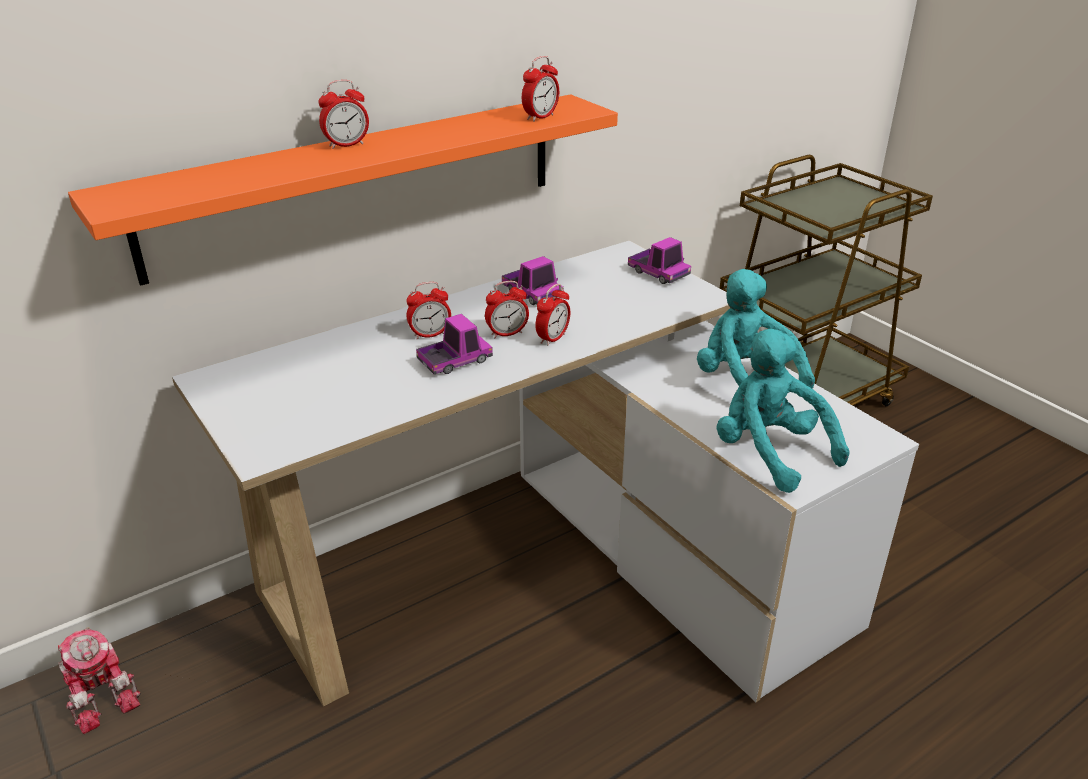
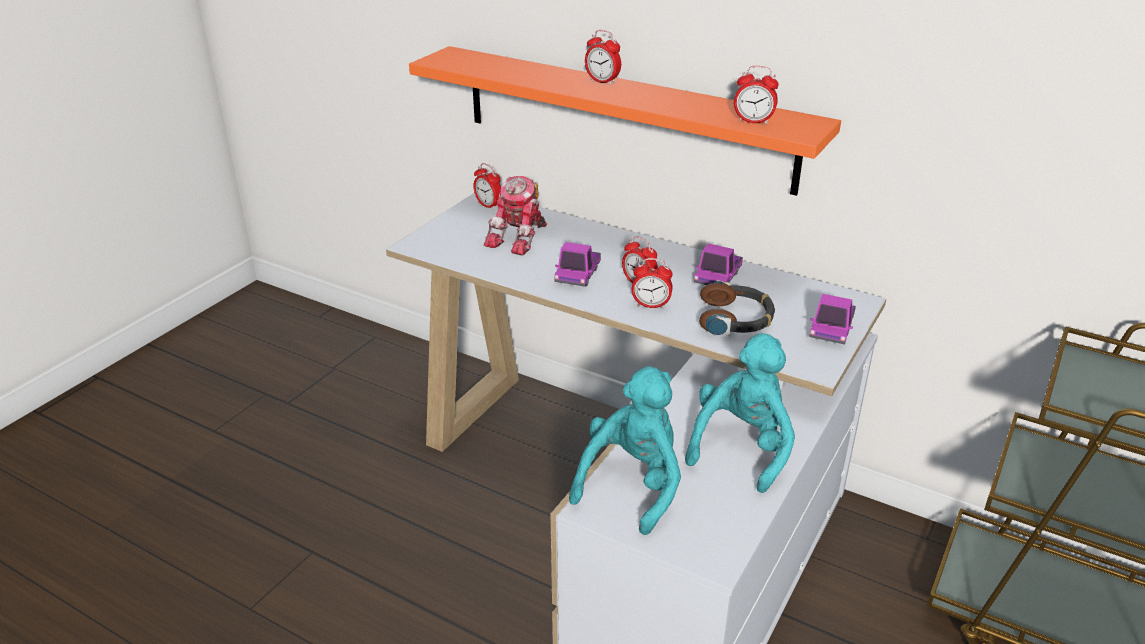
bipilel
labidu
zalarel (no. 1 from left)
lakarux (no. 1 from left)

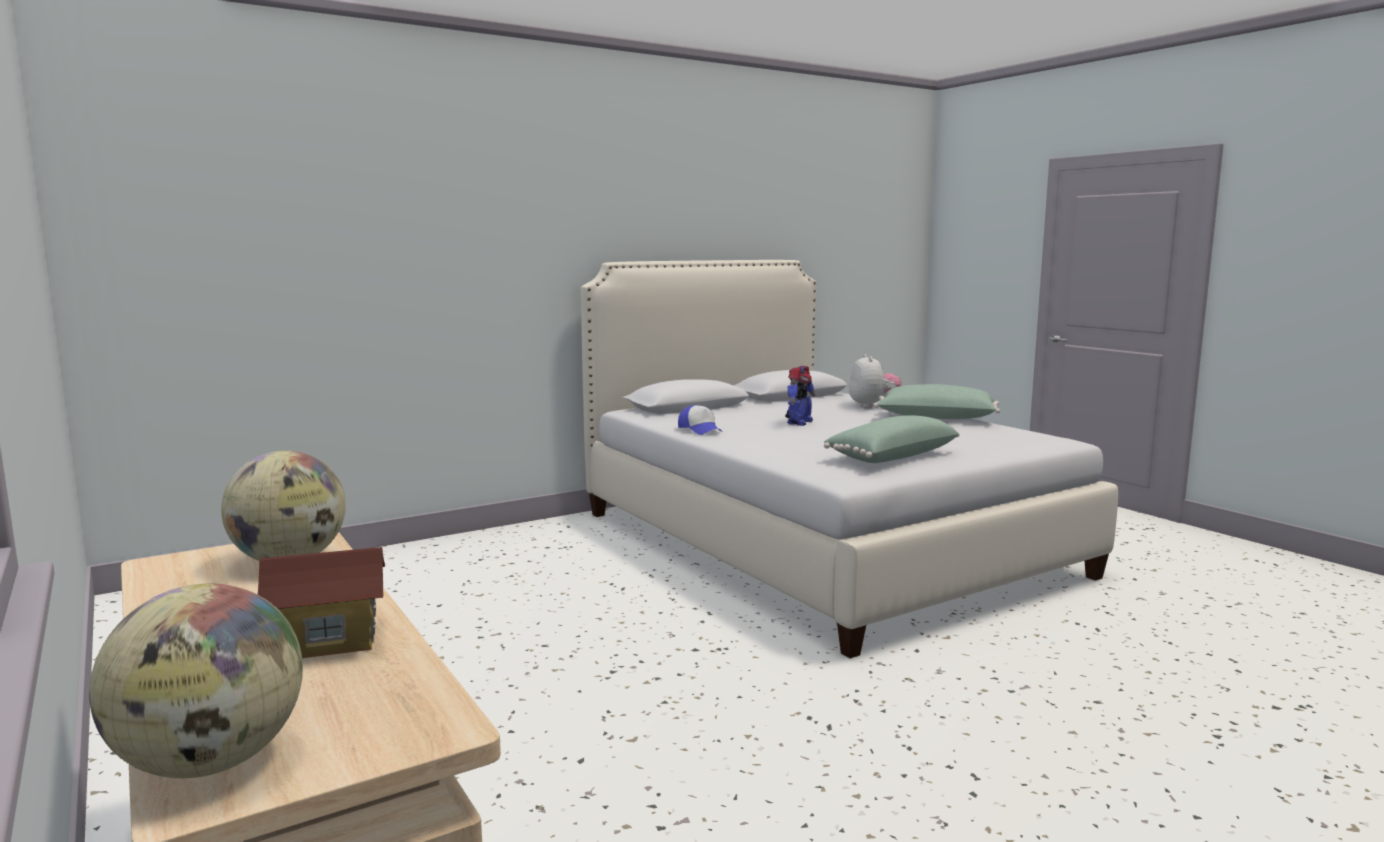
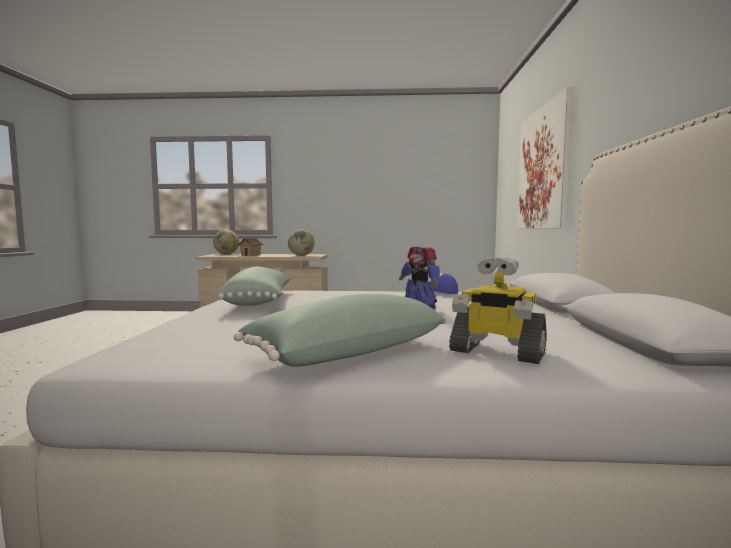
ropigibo
labidu (no. 2 from left)

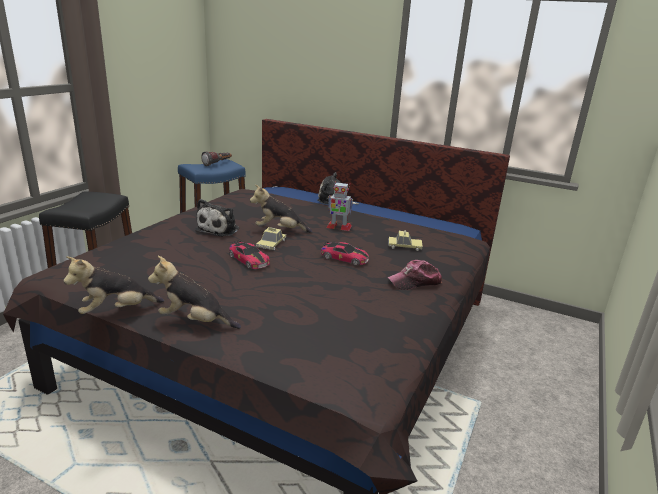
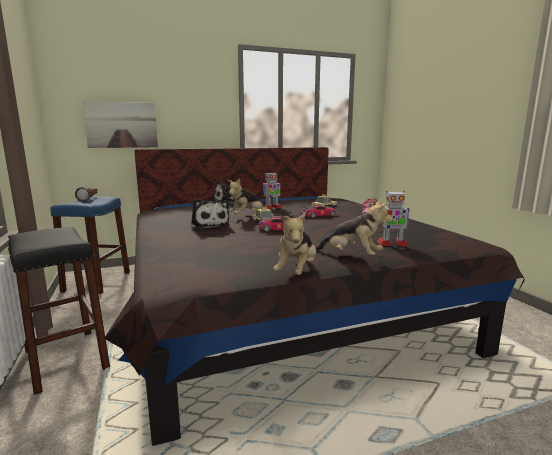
ropigibo
labidu (no. 2 from left)
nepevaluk (no. 5 from left)

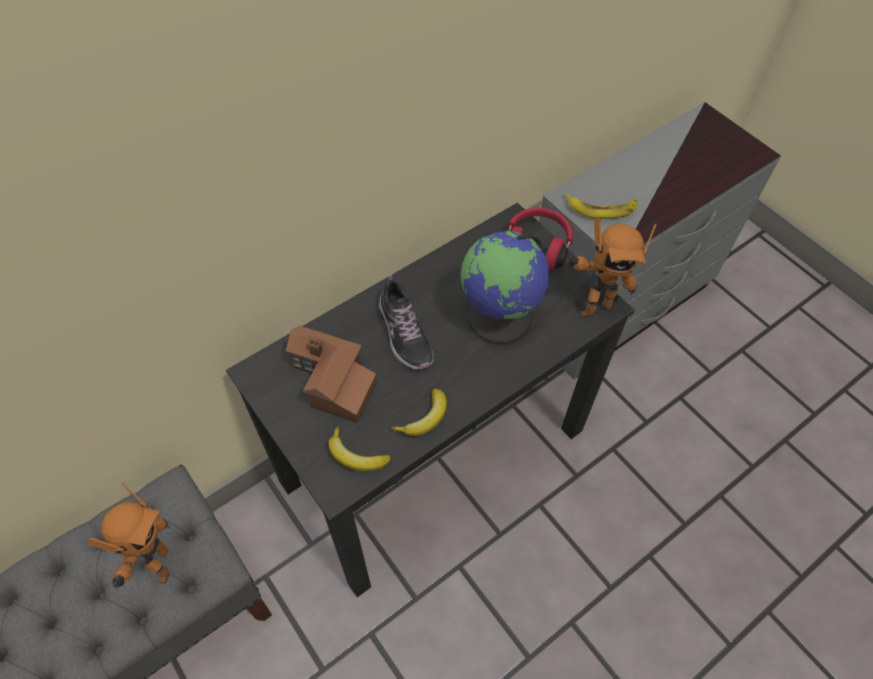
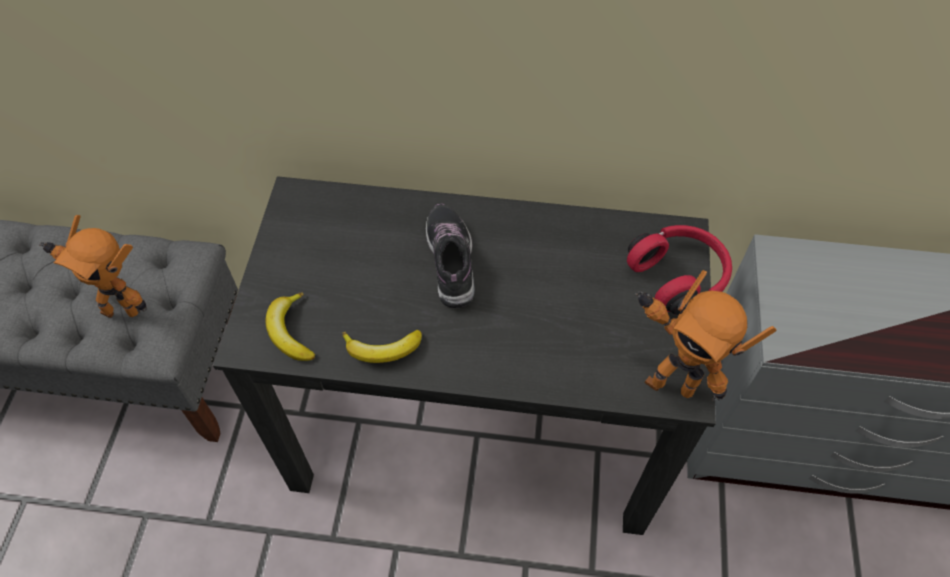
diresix
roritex
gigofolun (no. 3 from left in the first image)
labidu (no. 1 from left)
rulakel

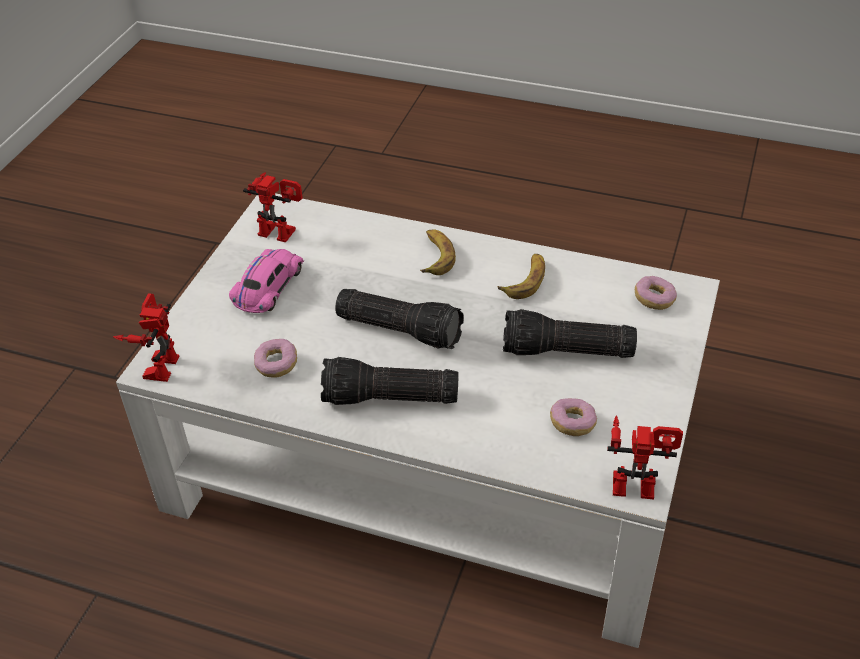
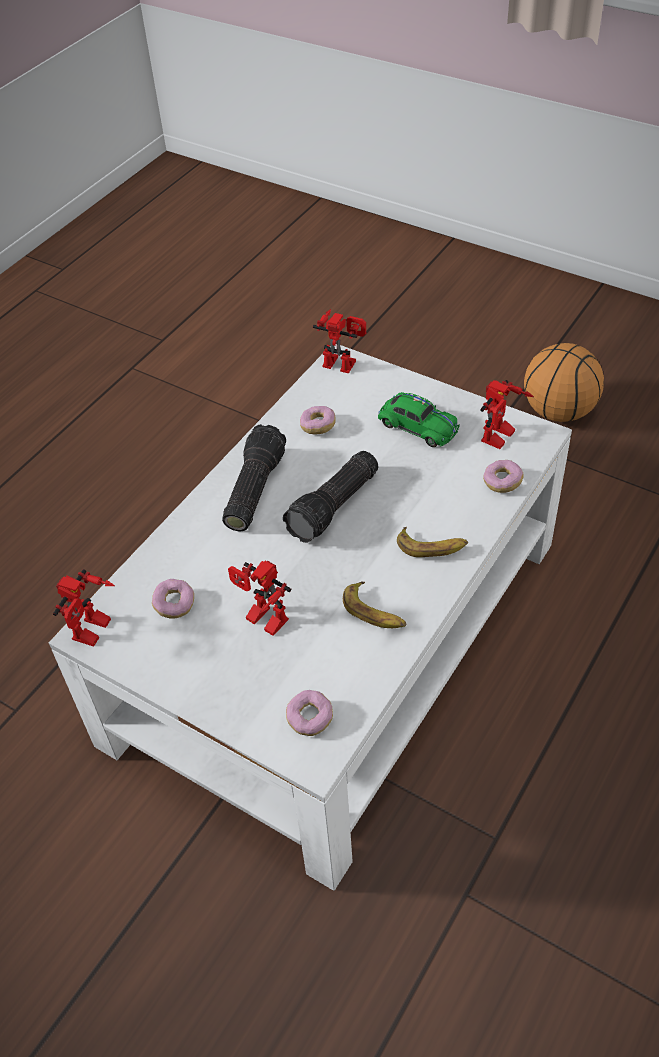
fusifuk (no. 4 from left)
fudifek
labidu (no. 2 from left)
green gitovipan

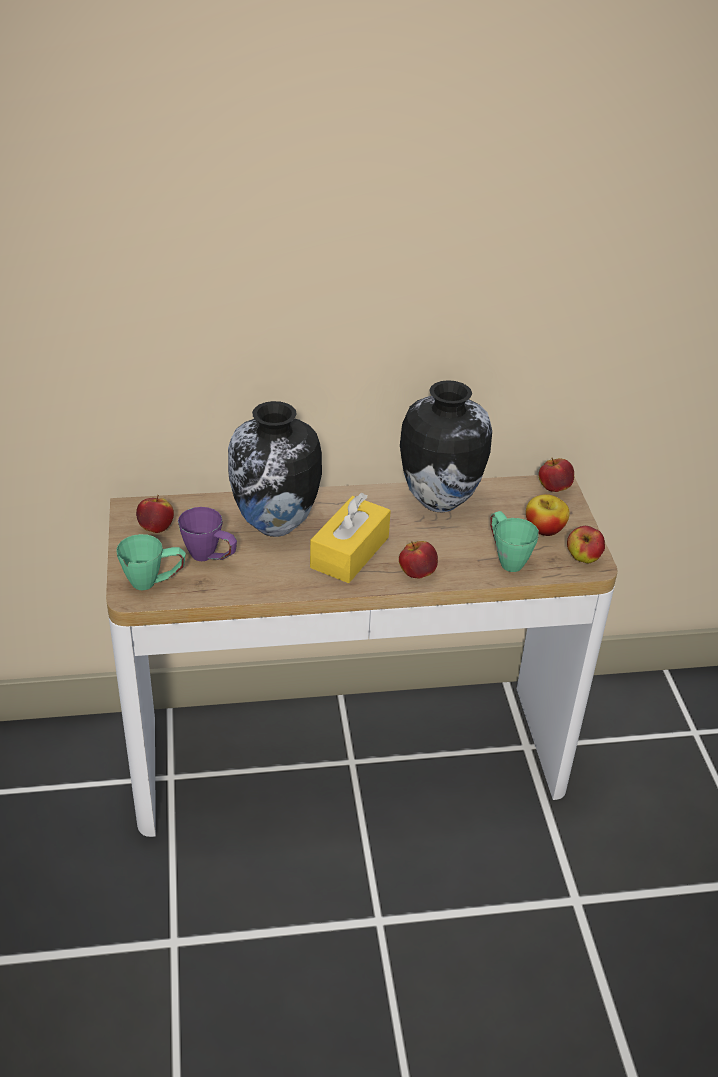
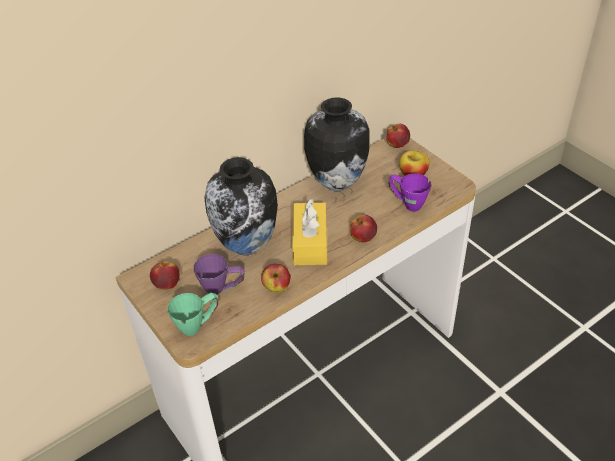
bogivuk (no. 2 from left)
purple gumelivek (no. 2 from left)

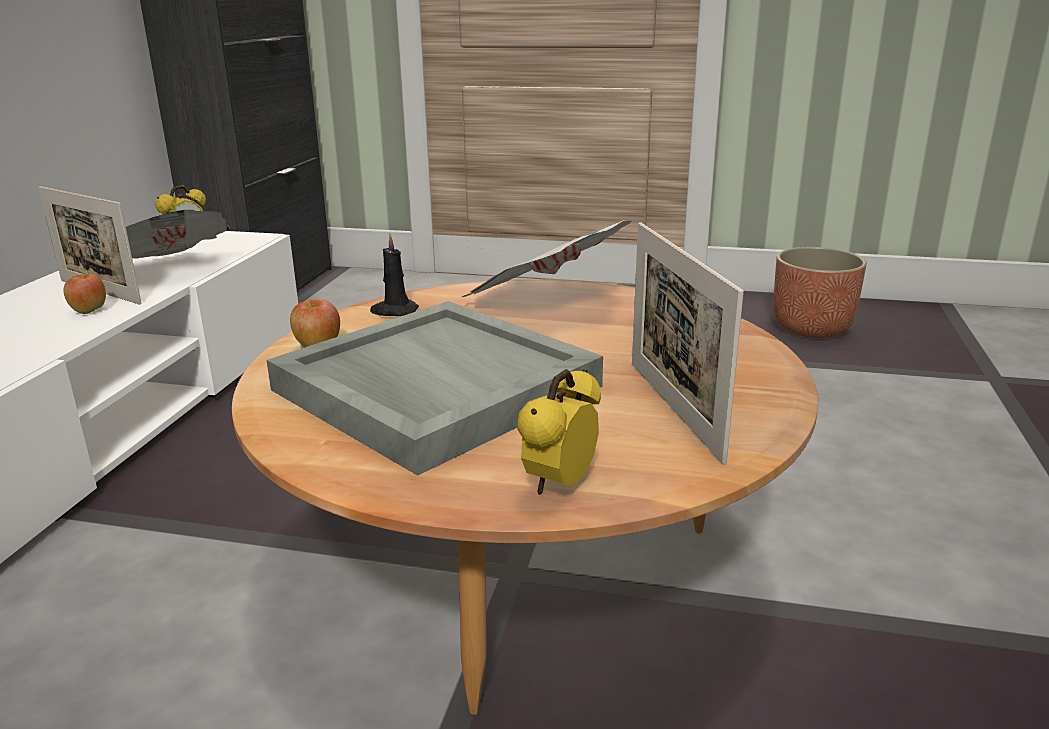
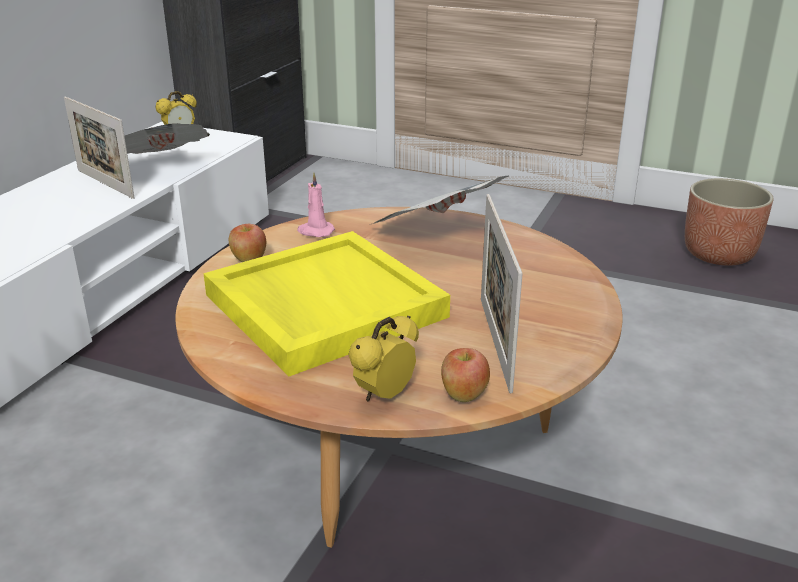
bogivuk (no. 2 from left)
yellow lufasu
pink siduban

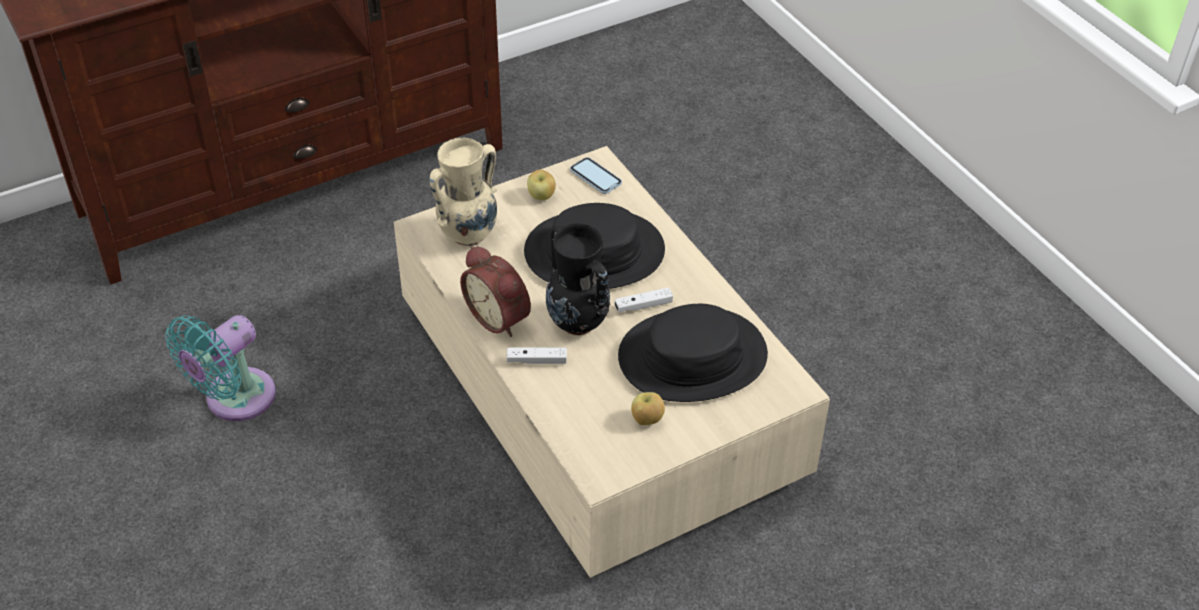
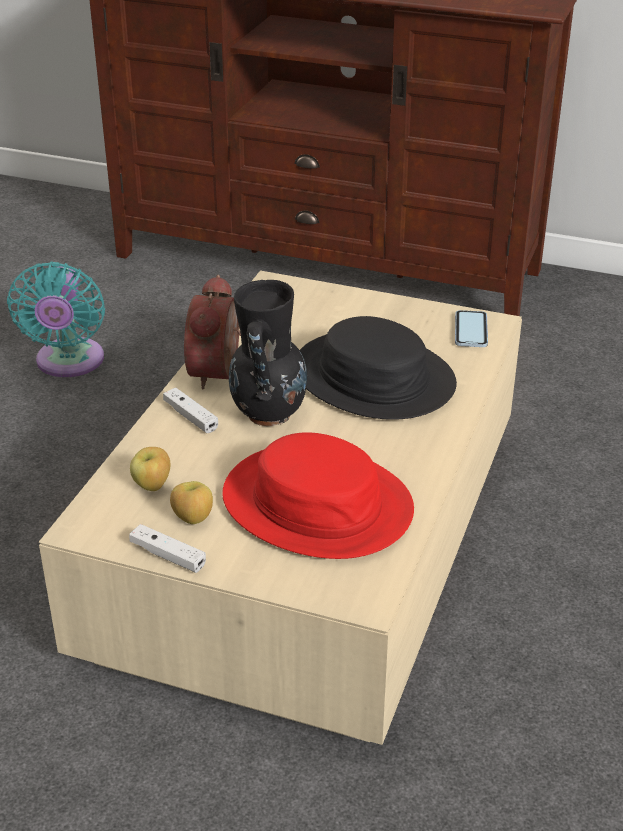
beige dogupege
bogivuk (no. 1 from left)
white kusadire (no. 1 from left)
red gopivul
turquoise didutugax

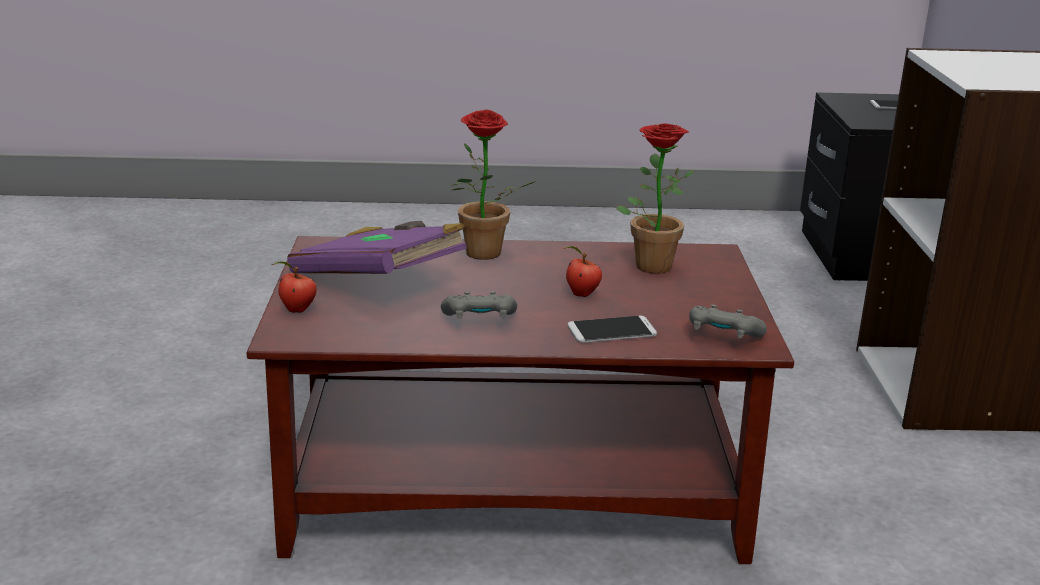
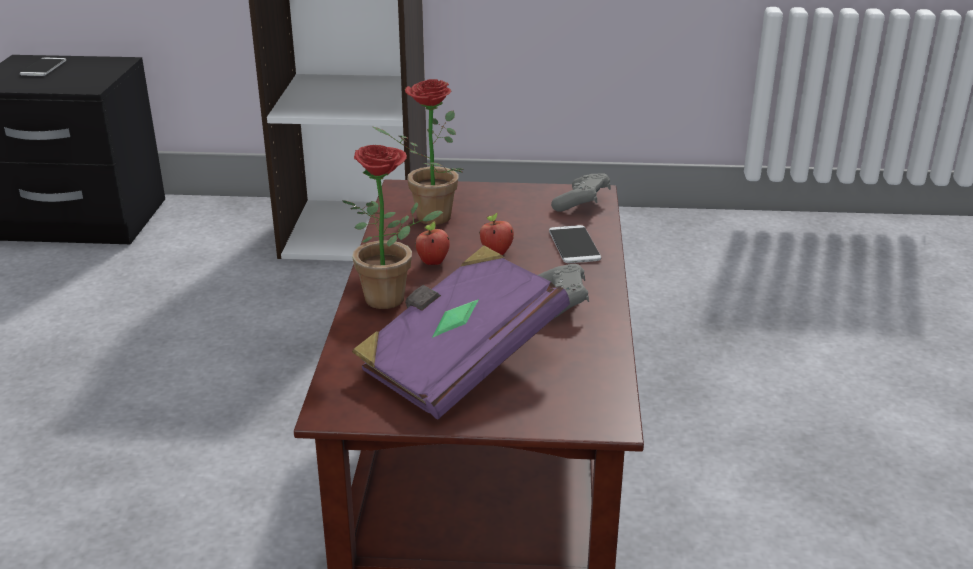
bogivuk (no. 1 from left)

